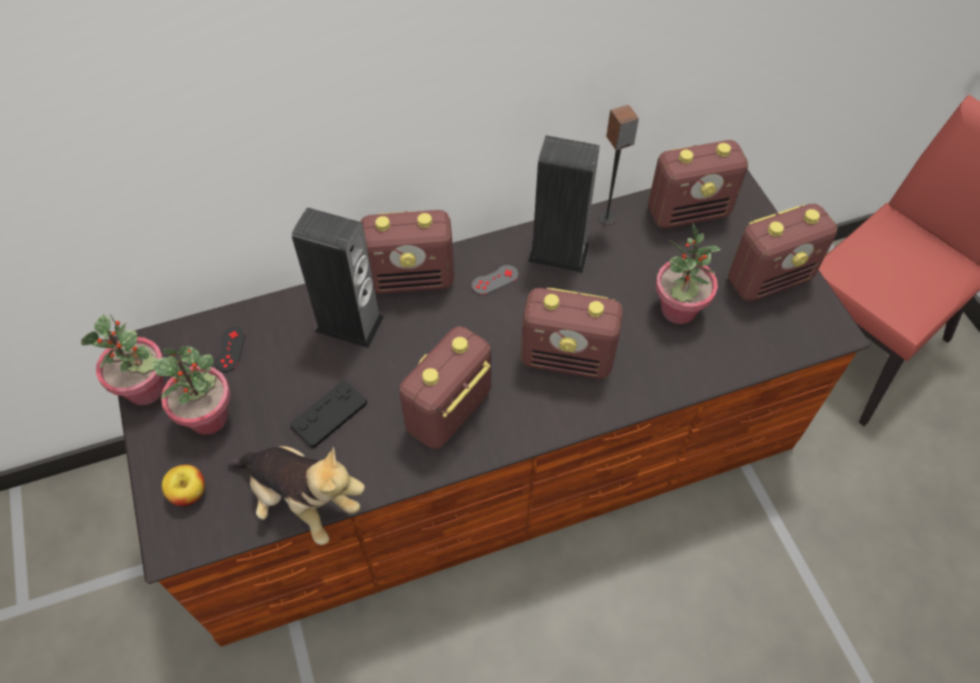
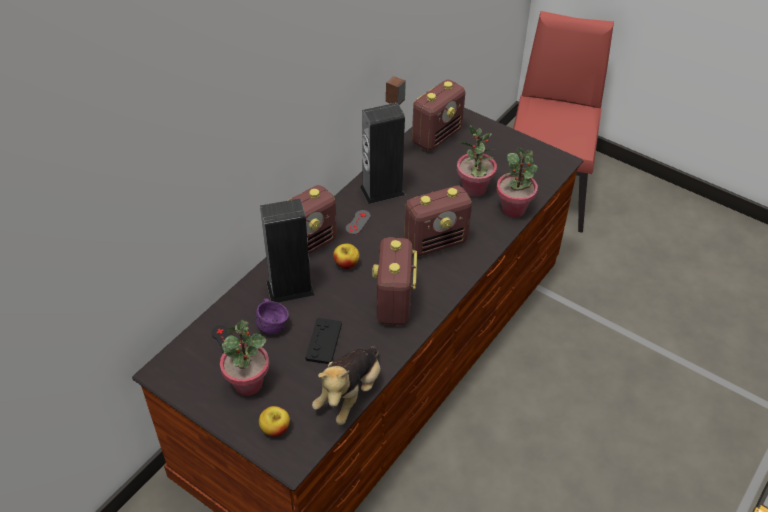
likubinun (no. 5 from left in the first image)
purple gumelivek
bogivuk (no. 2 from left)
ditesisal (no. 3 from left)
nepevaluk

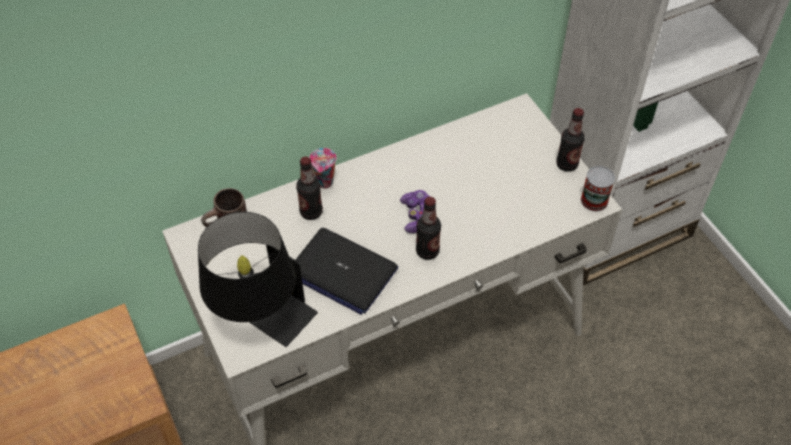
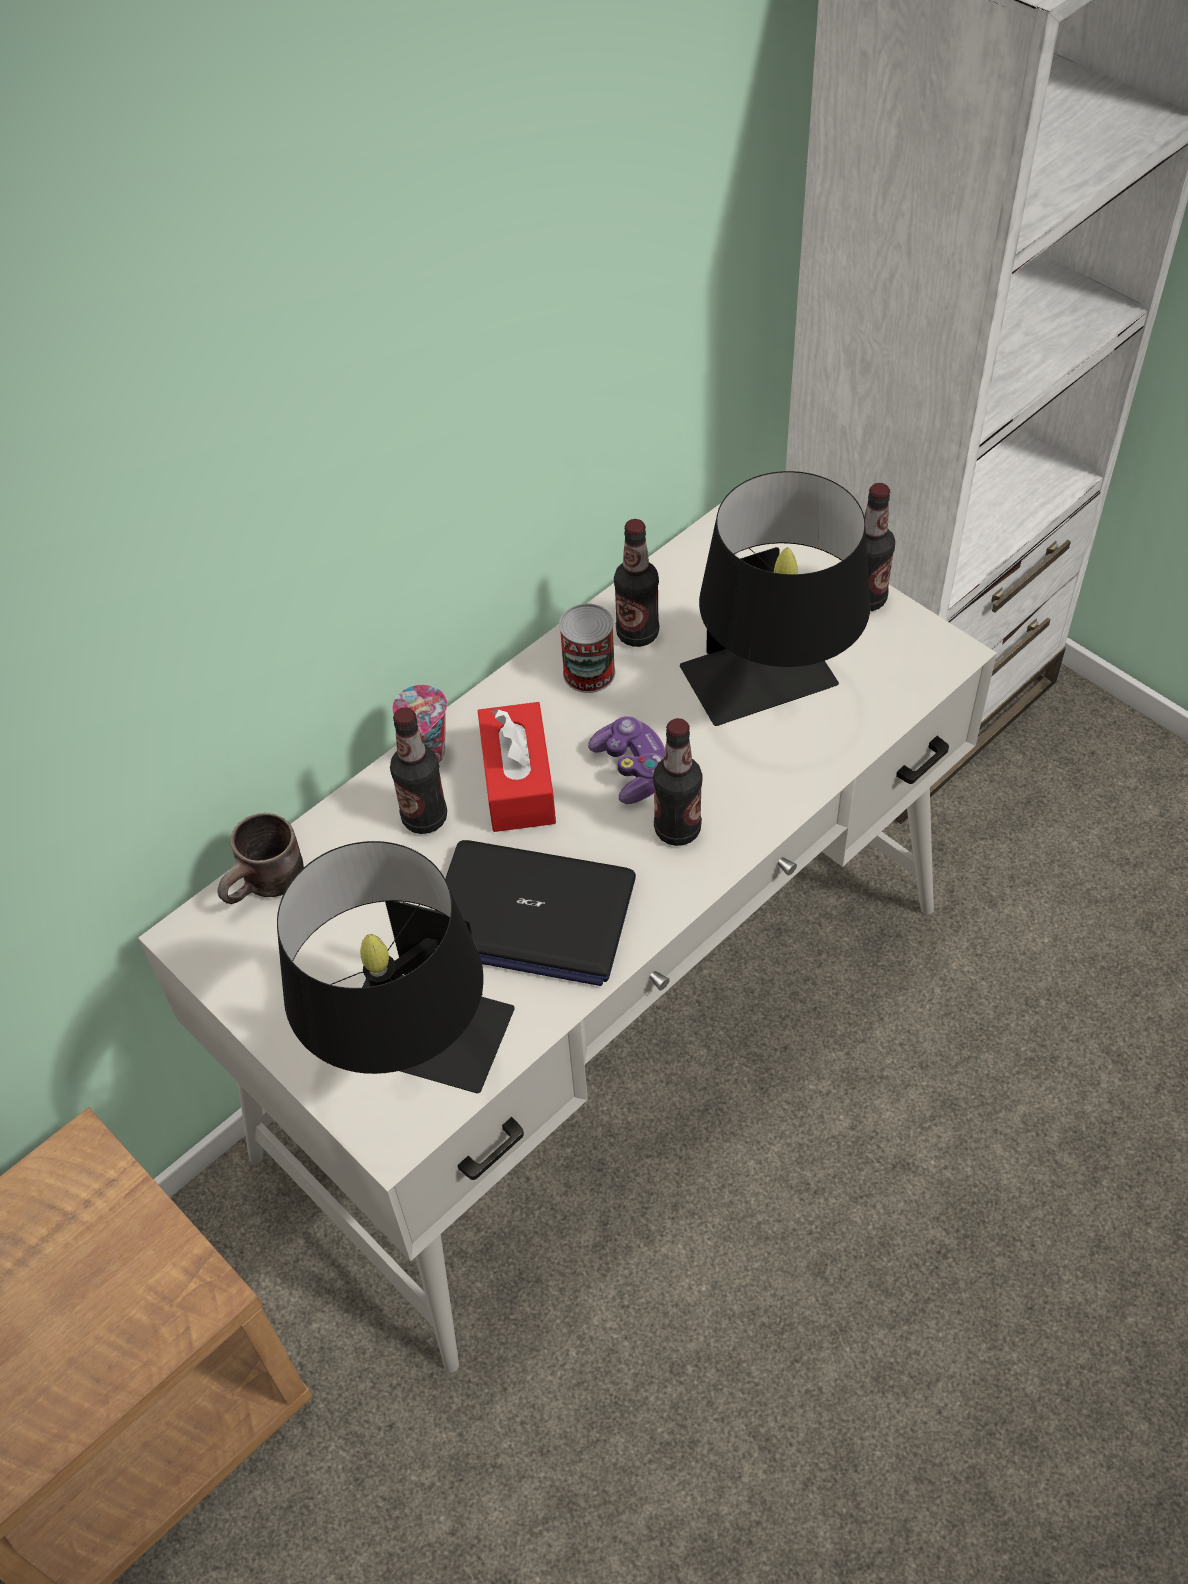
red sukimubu
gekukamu (no. 2 from left)
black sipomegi (no. 2 from left)
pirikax

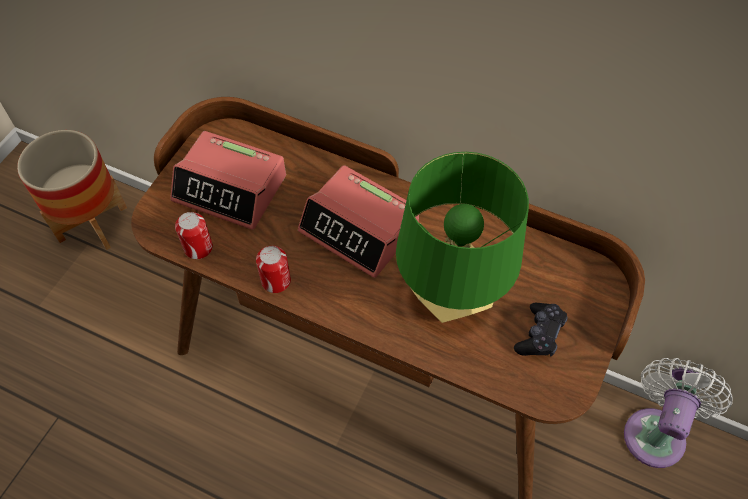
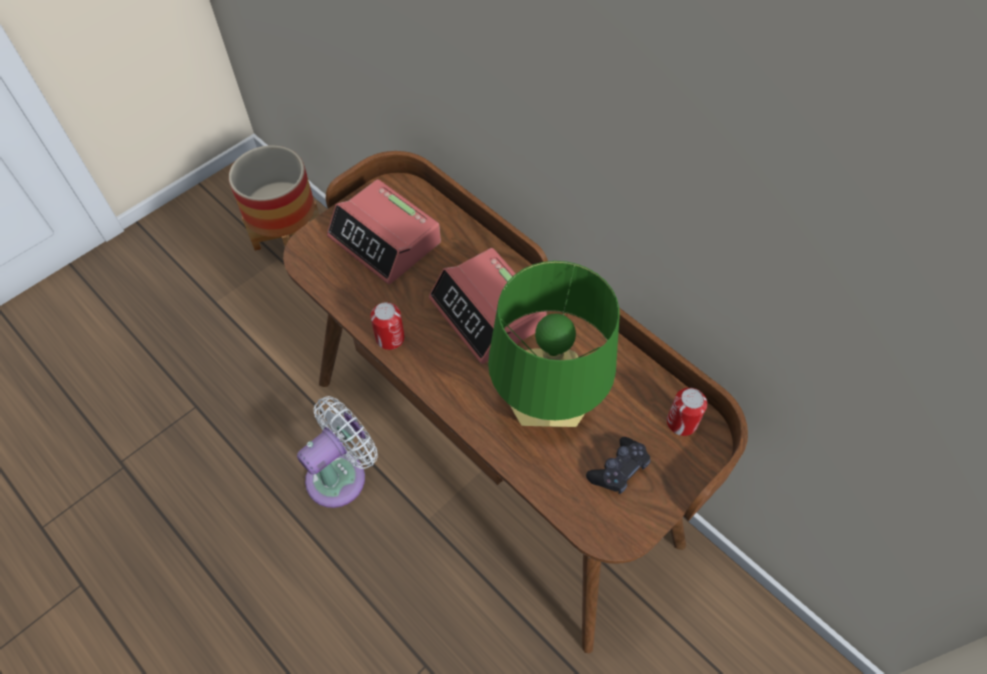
pirikax (no. 2 from left)
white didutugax

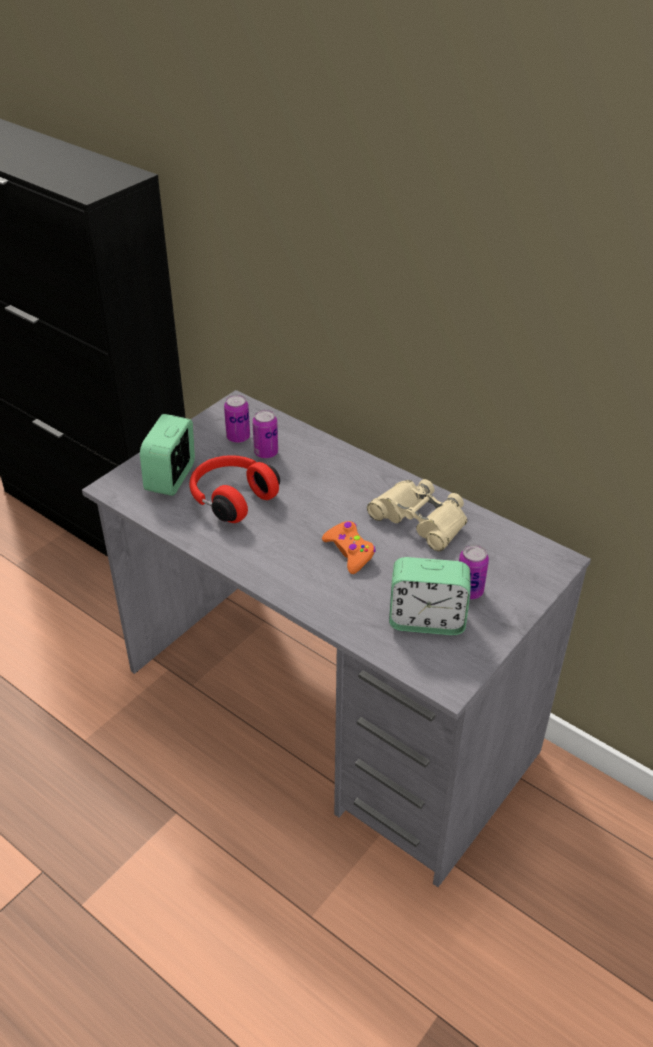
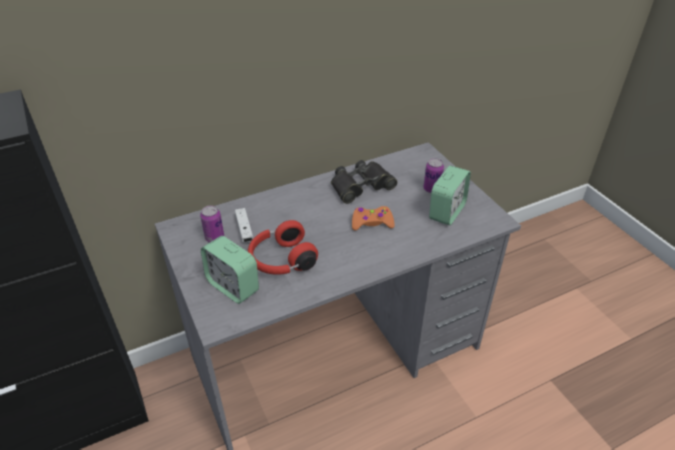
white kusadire
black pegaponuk

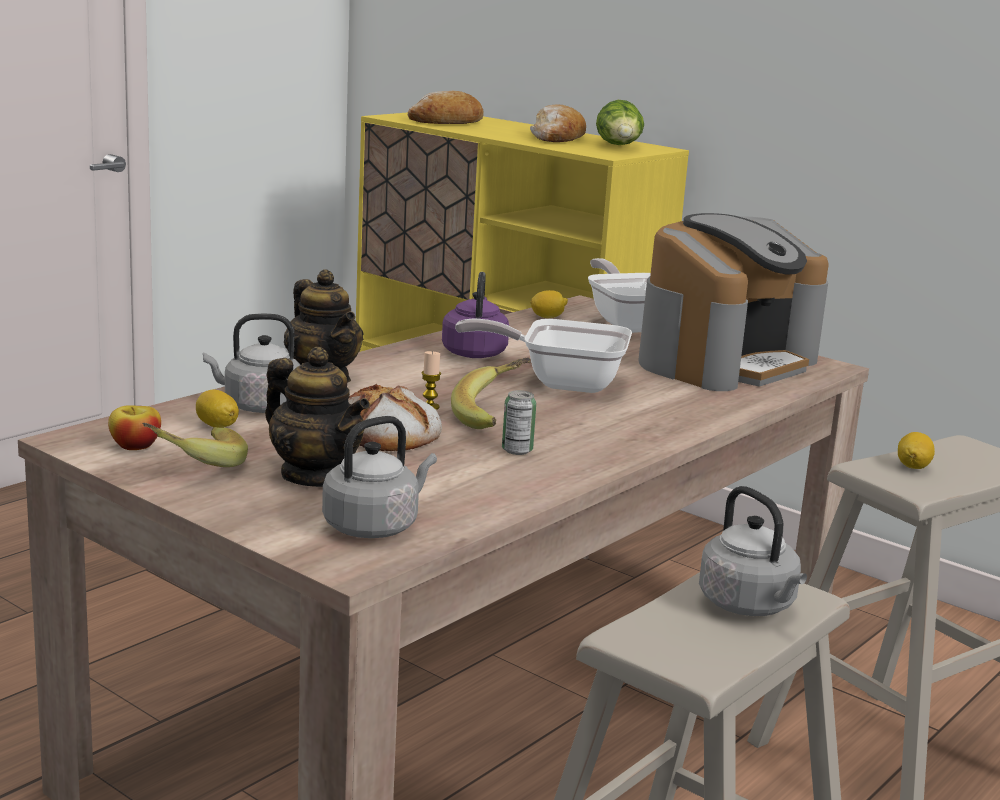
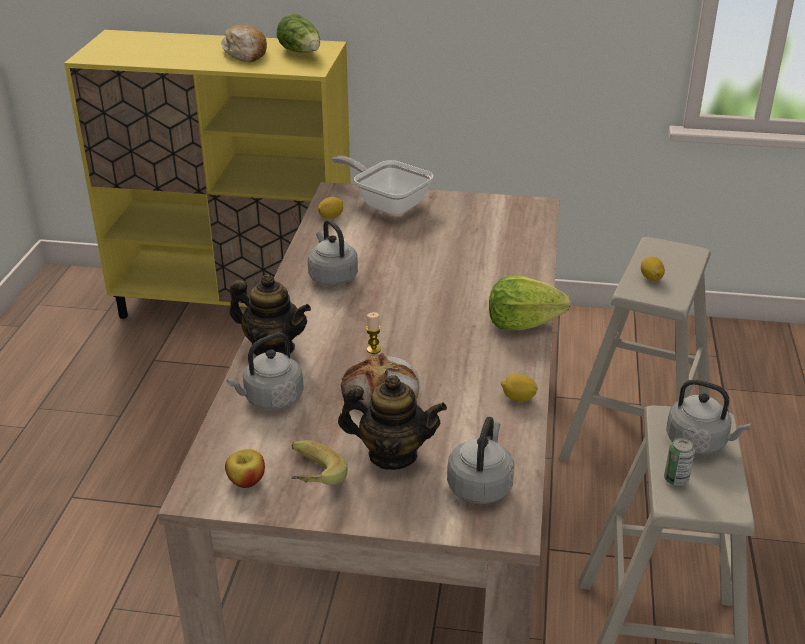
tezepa (no. 2 from left in the first image)
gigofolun (no. 2 from left in the first image)
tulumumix (no. 1 from left in the first image)
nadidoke
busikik (no. 2 from left)
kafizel (no. 2 from left)
pirikax
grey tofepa (no. 2 from left)

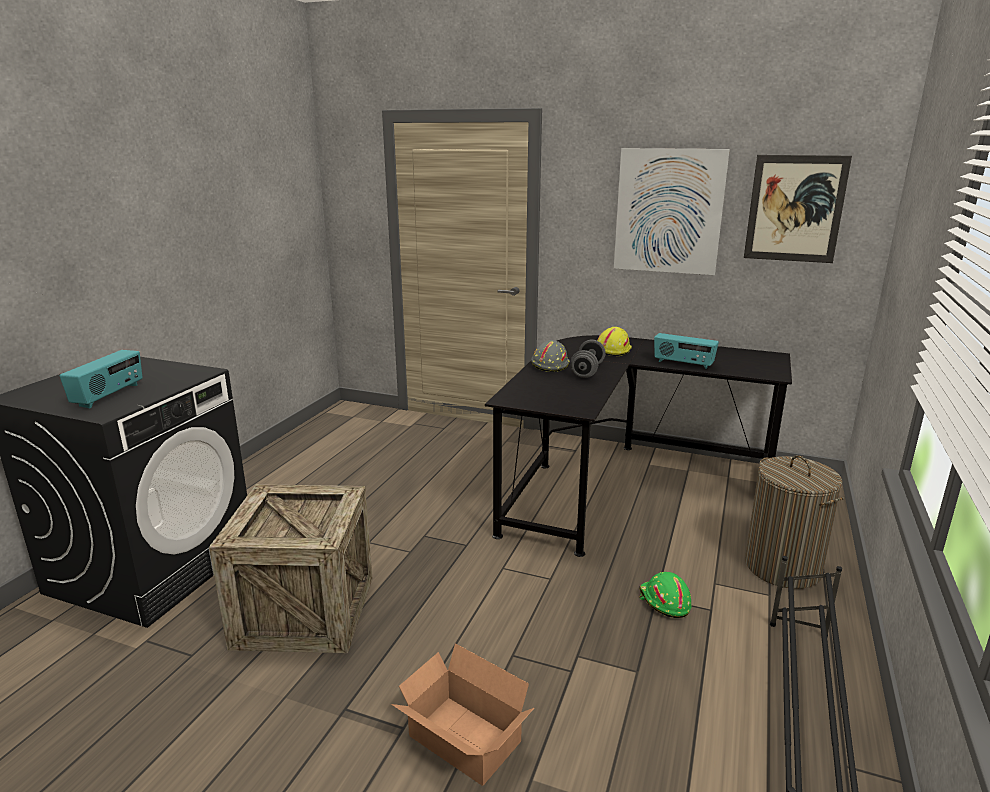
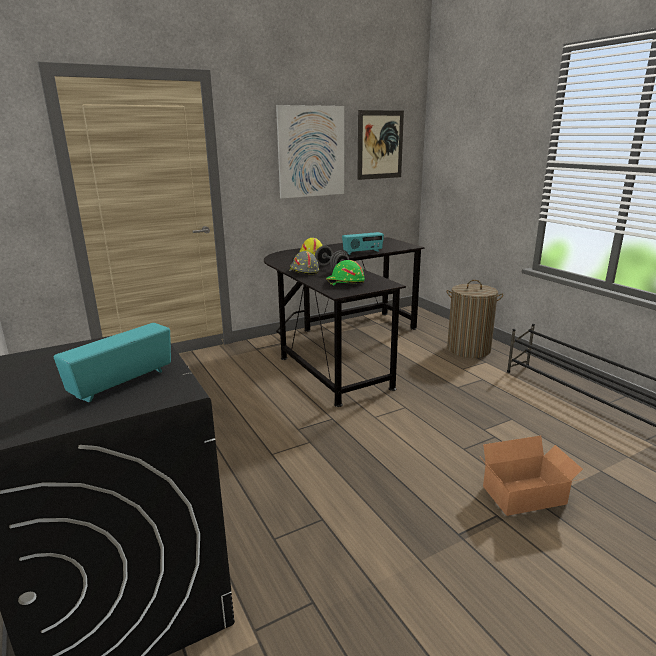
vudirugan
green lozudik
likubinun (no. 1 from left)

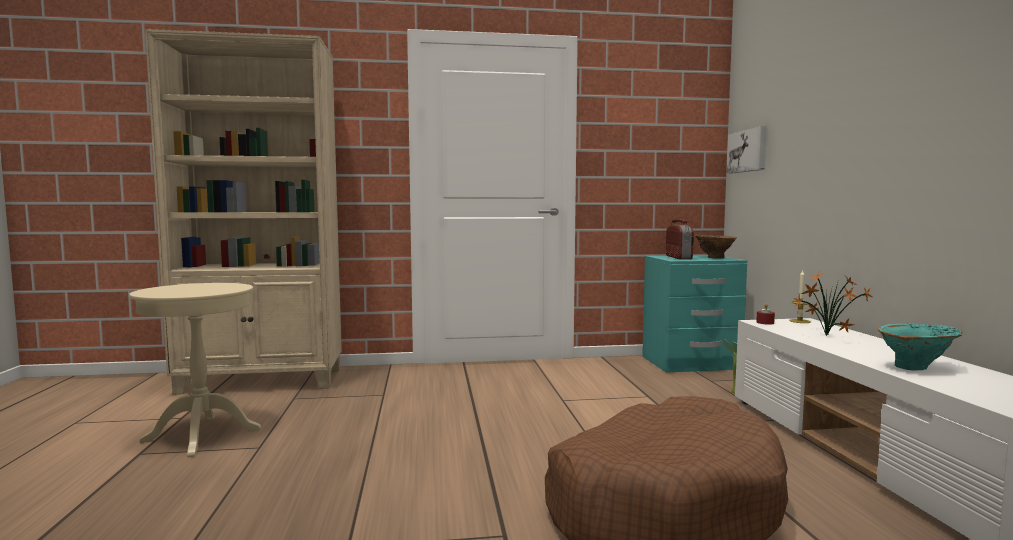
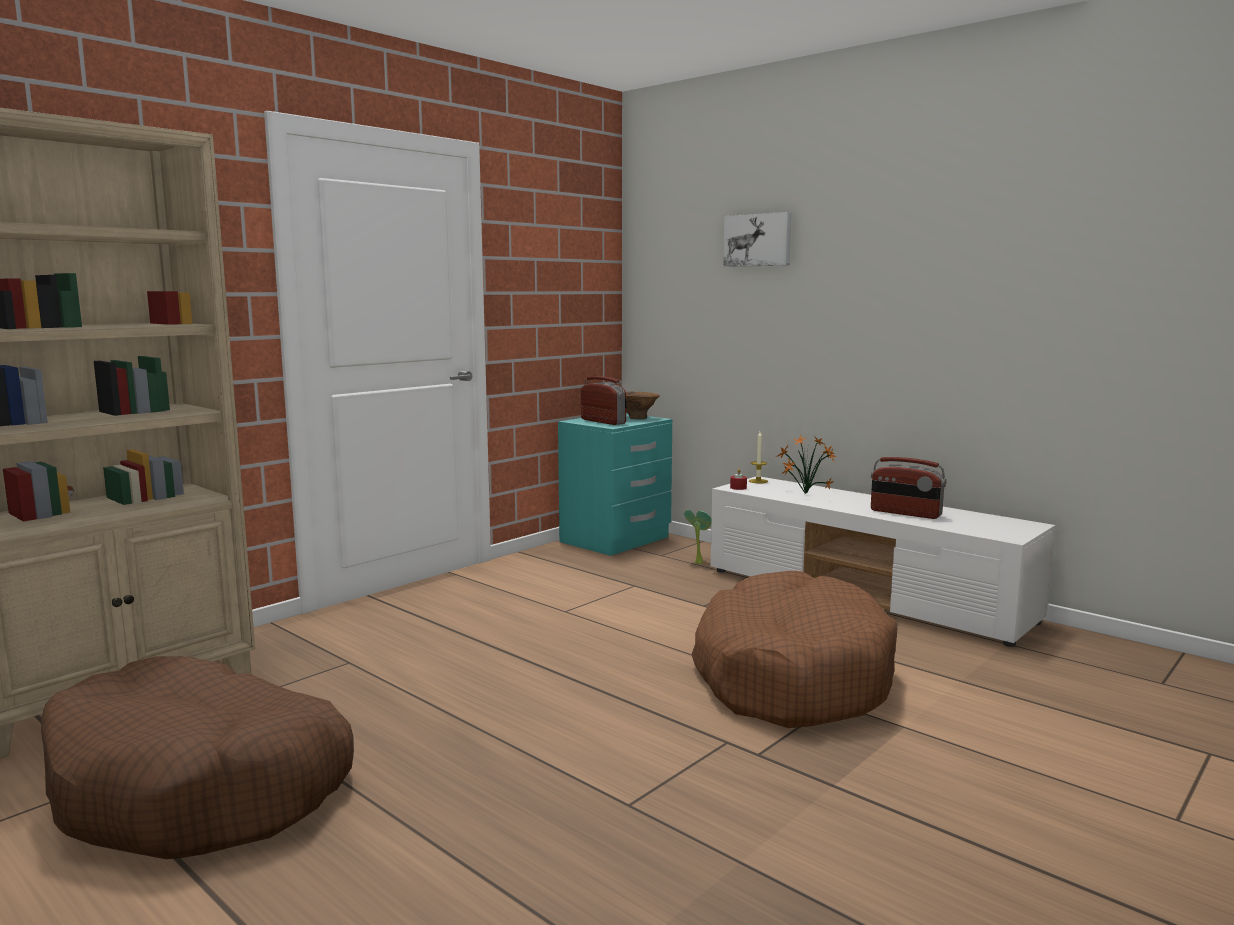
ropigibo
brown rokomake (no. 1 from left)
likubinun (no. 2 from left)

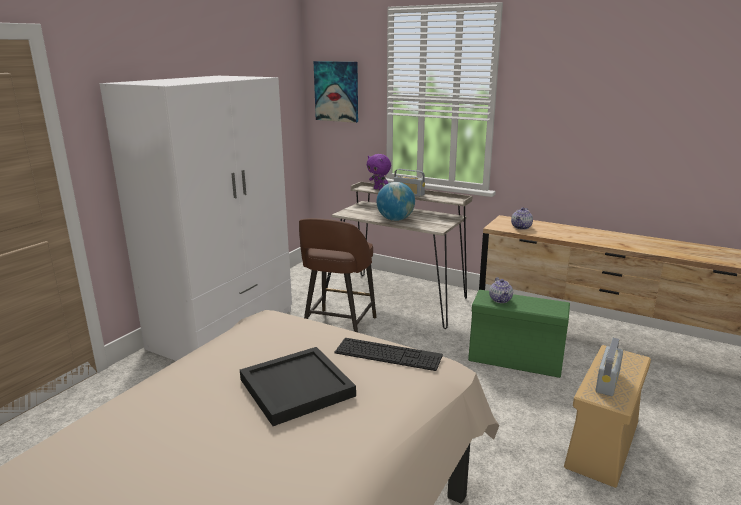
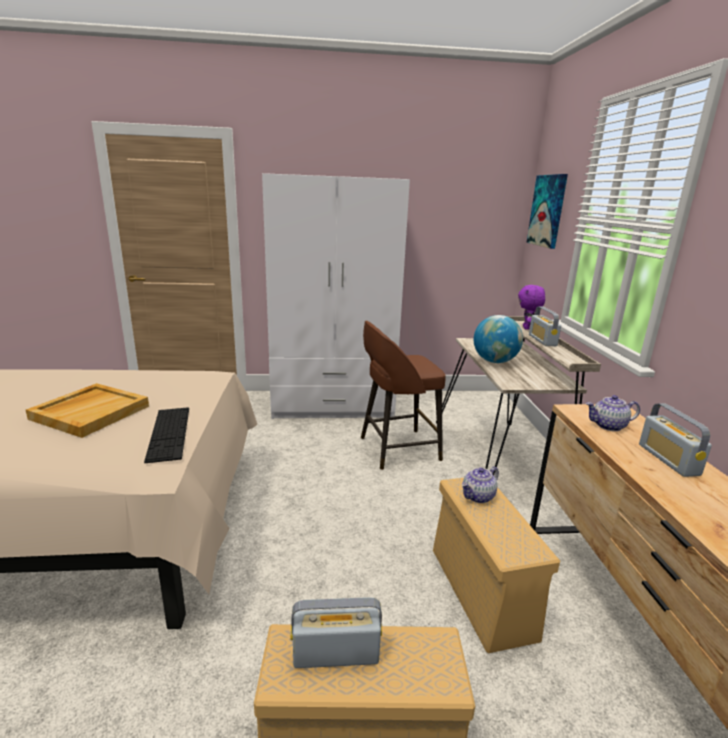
likubinun (no. 3 from left)
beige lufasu
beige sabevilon (no. 2 from left)

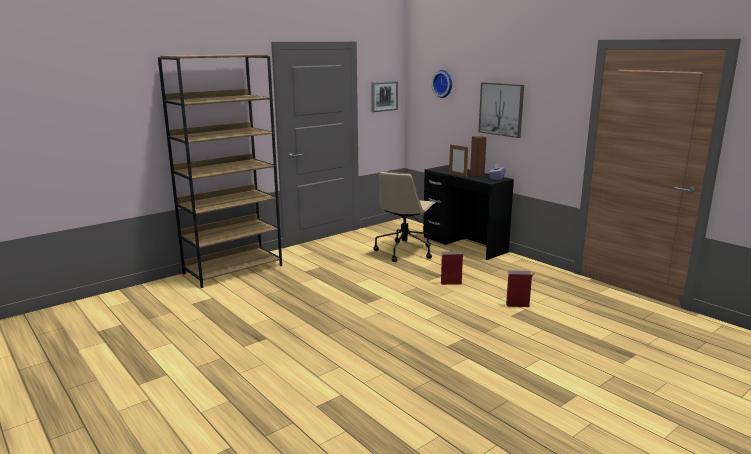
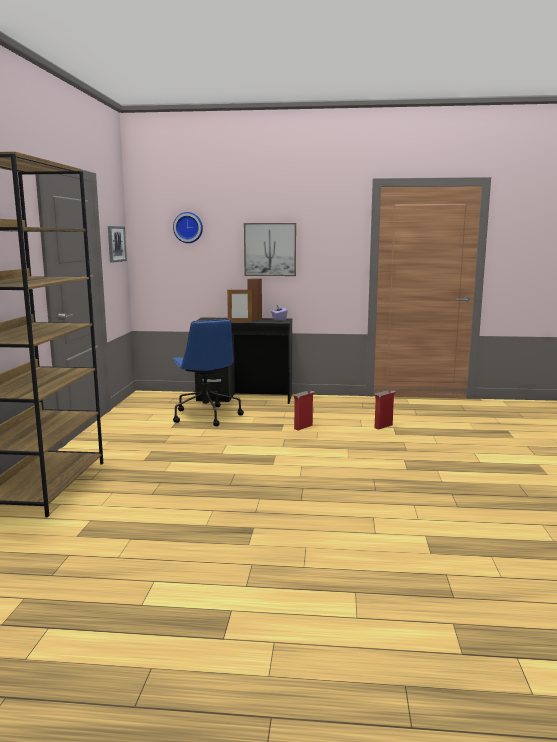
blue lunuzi

